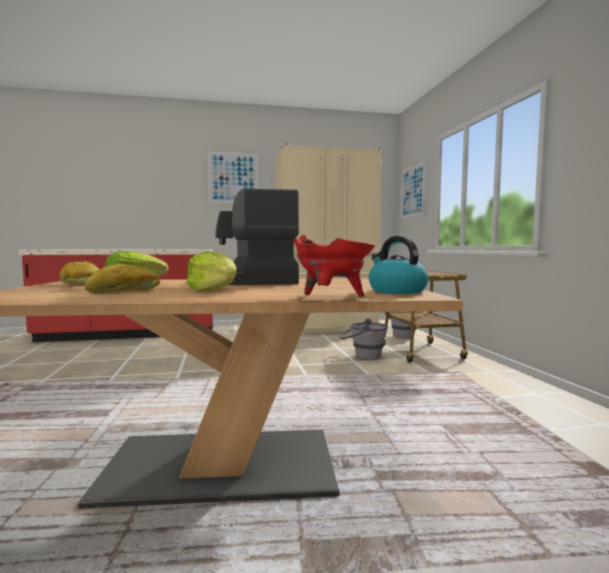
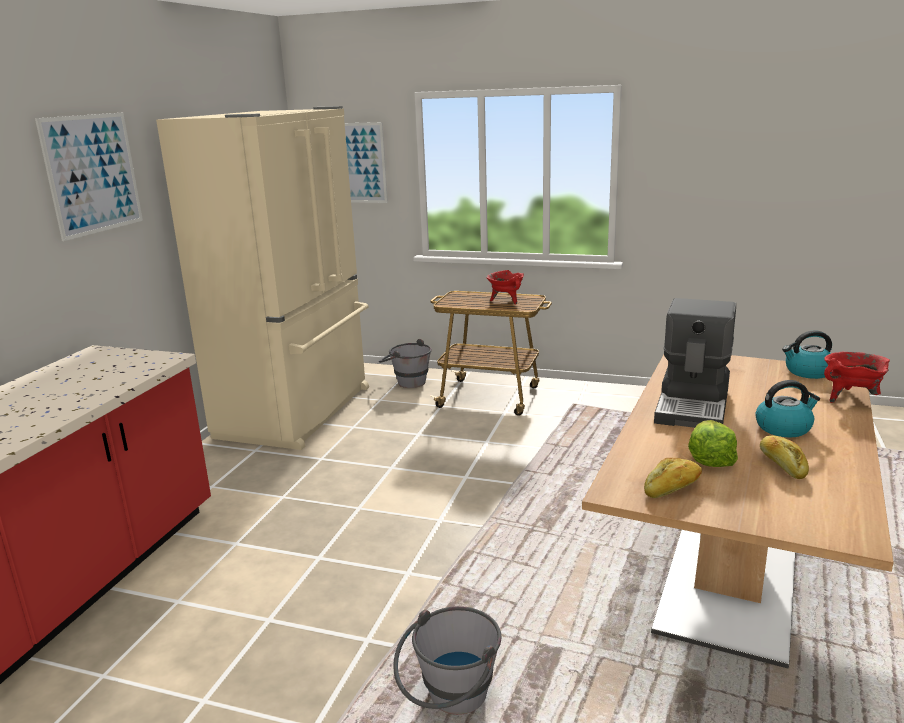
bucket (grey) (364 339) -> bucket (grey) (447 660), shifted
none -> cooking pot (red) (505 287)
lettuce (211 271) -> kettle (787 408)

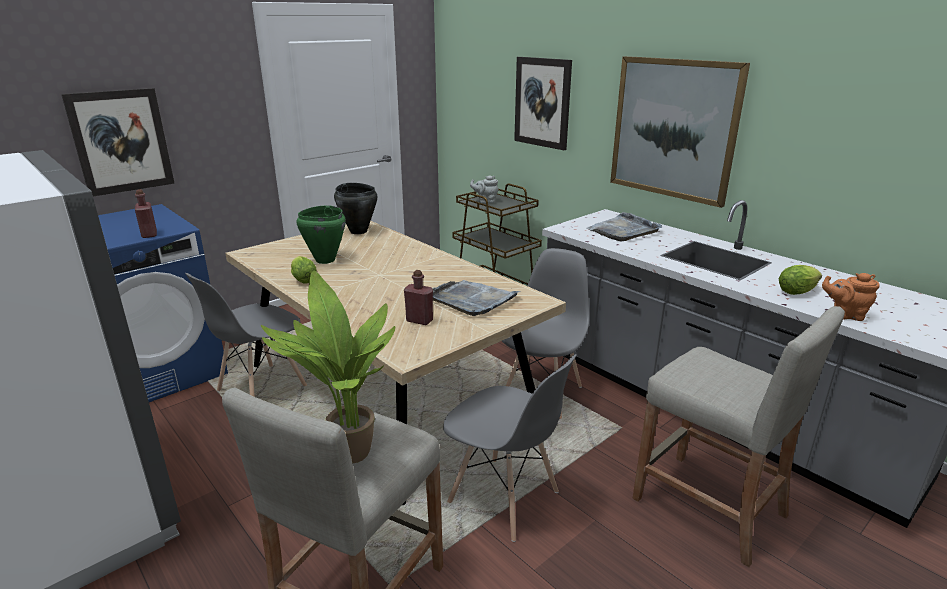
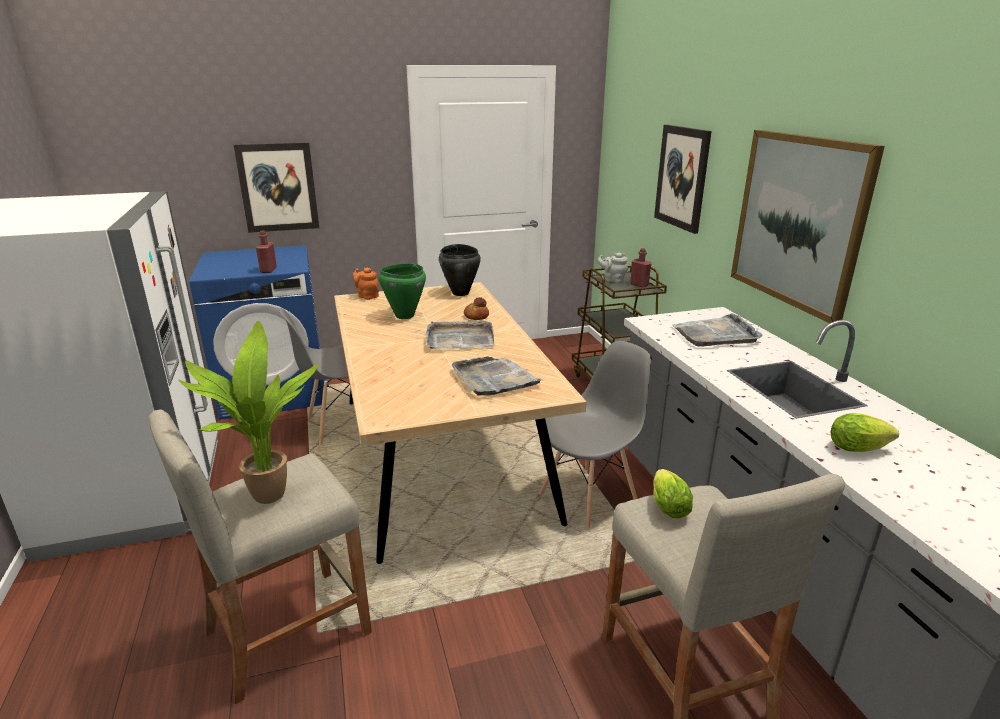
teapot (orange) (851 297) -> teapot (orange) (366 283), shifted
none -> tray (grey) (460 335)
none -> bread (476 308)
bottle (red) (418 297) -> bottle (red) (641 268), shifted
lettuce (304 269) -> lettuce (673 494), shifted
chair (grey) (510 448) -> none

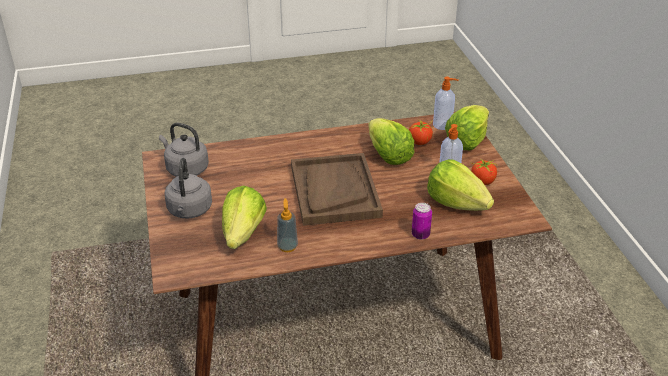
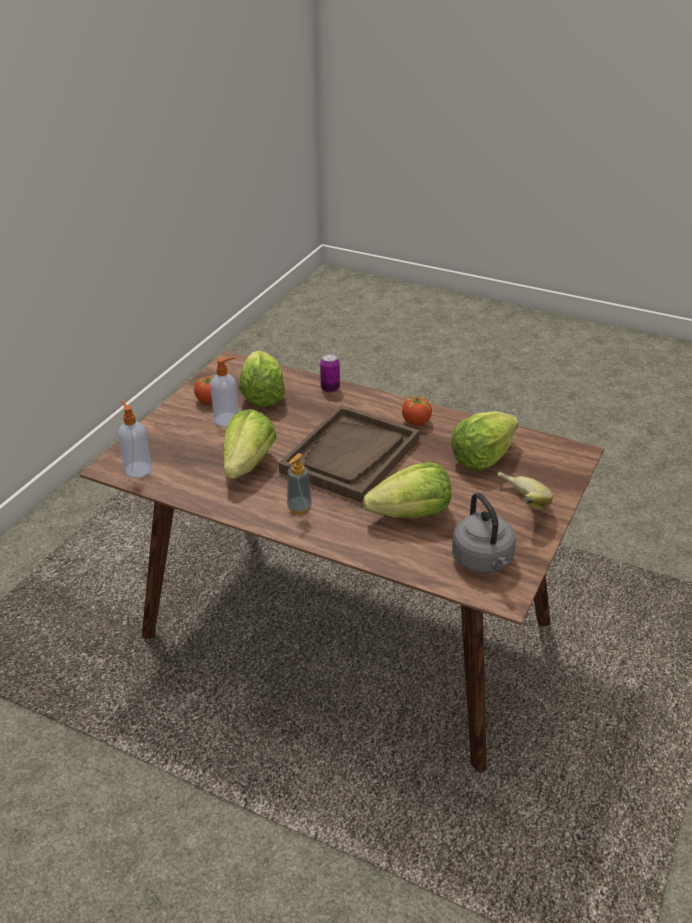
soap dispenser (287 225) -> soap dispenser (299 483), shifted
lettuce (467 127) -> lettuce (407 490), shifted
tomato (422 133) -> tomato (417 408), shifted
kettle (grey) (188 188) -> banana (525 490)

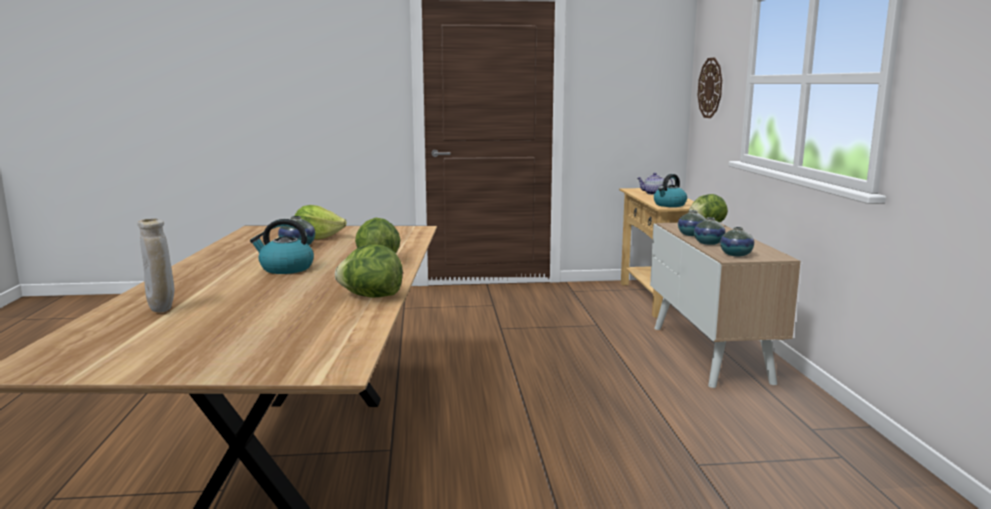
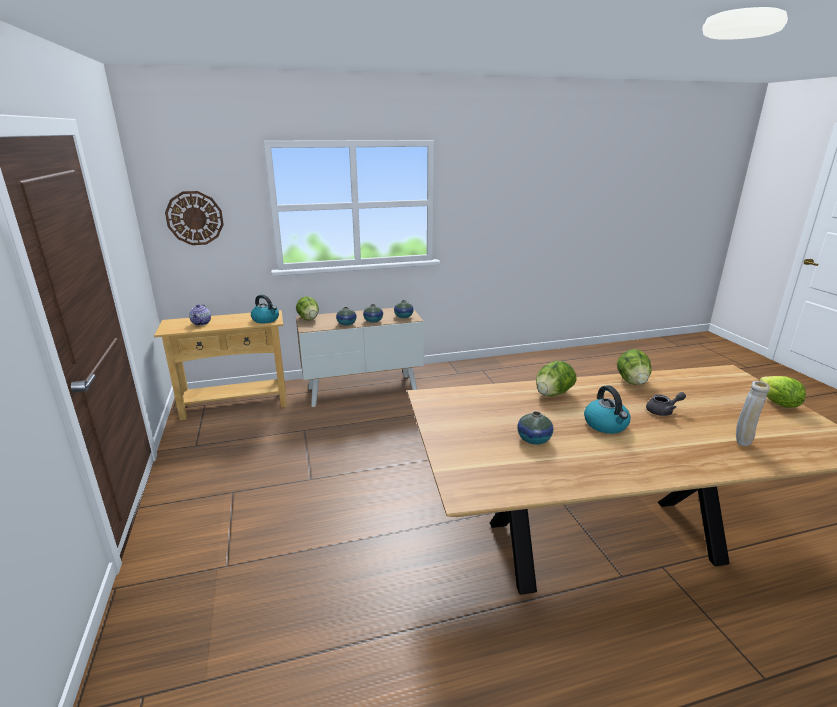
none -> teapot (grey) (666 404)
lettuce (321 222) -> lettuce (783 392), shifted

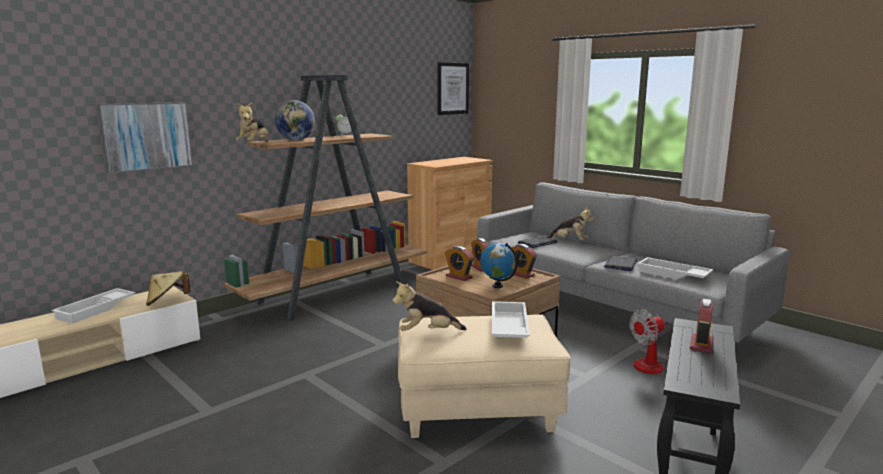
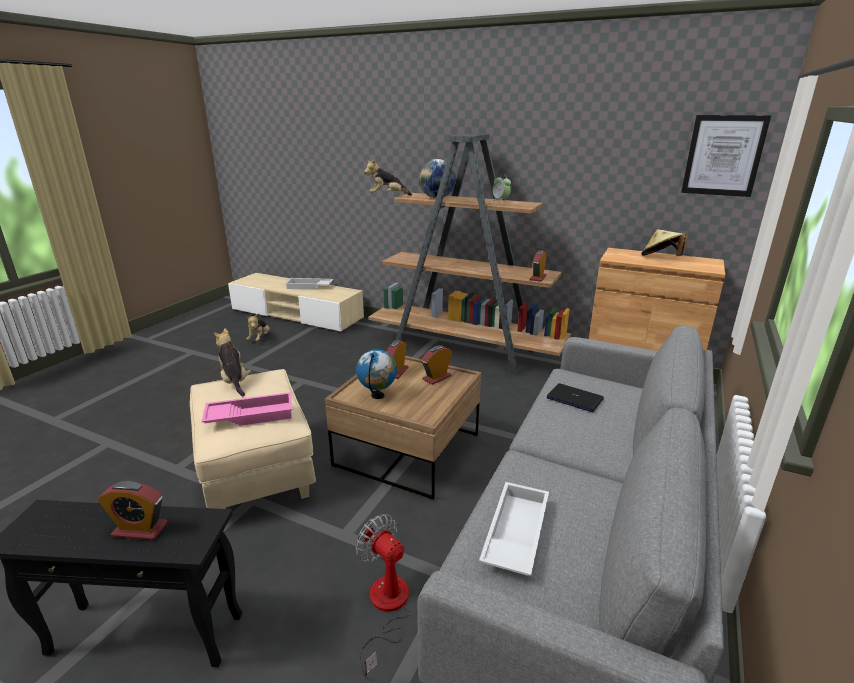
tray (white) (511 319) -> tray (pink) (247 409)
plush toy (571 223) -> plush toy (258 327), shifted
alarm clock (524 261) -> alarm clock (538 266), shifted
hat (beige) (168 288) -> hat (beige) (664 242), shifted
picture (145 138) -> none
laptop (621 263) -> none

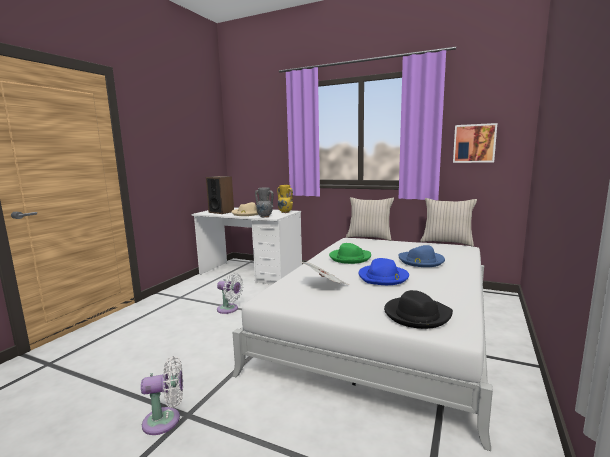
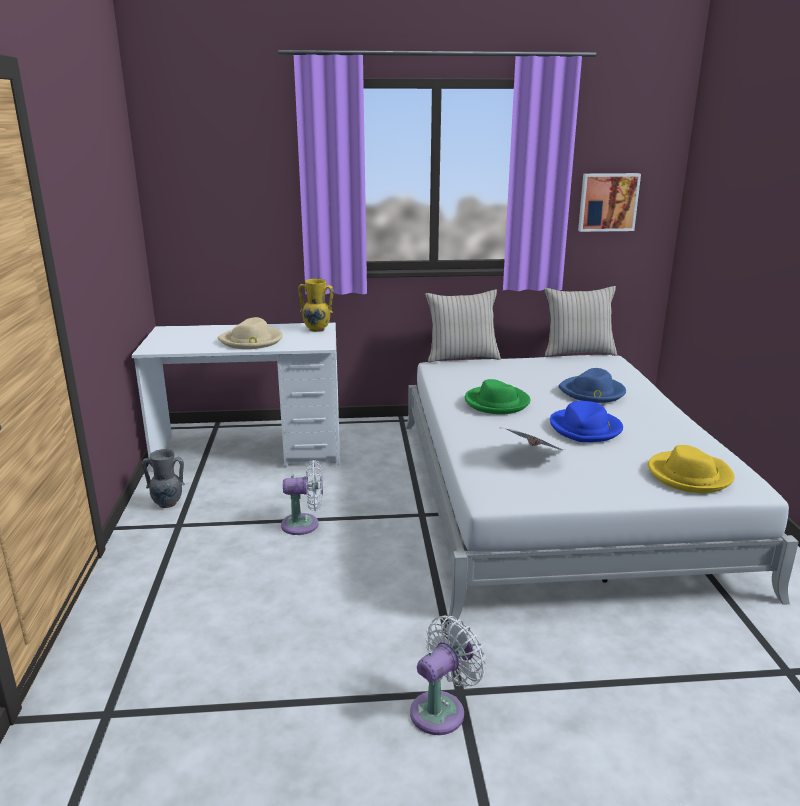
vase (grey) (264 202) -> vase (grey) (163 478), shifted
hat (black) (418 309) -> hat (yellow) (691 469)
speaker (220 195) -> none

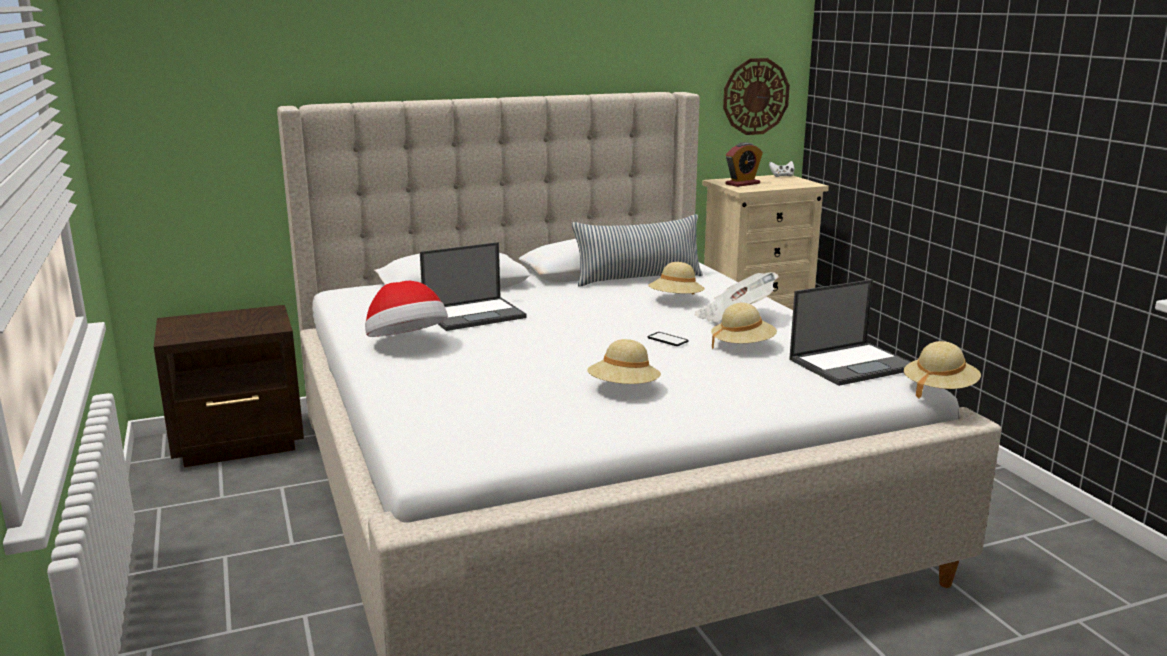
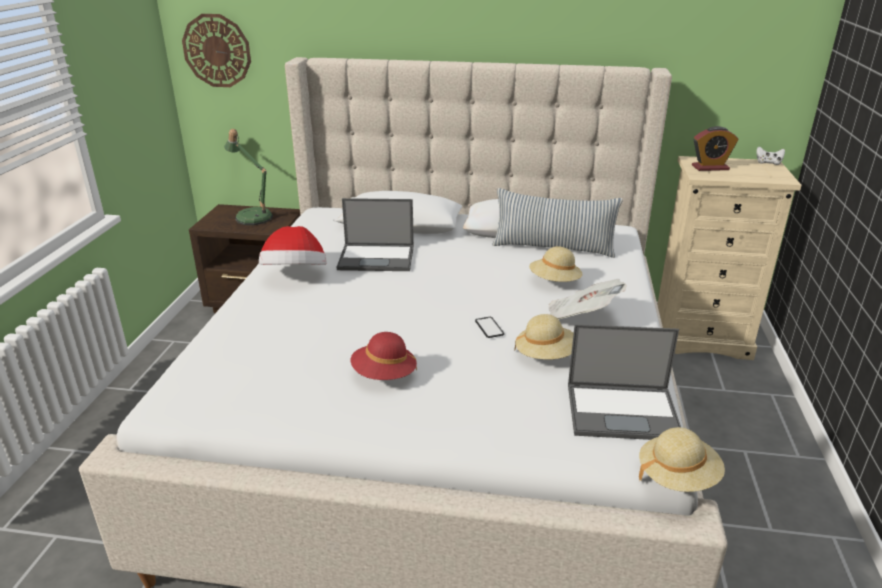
wall clock (756 96) -> wall clock (216 50), shifted
none -> table lamp (248 177)
hat (beige) (624 361) -> hat (red) (384 356)

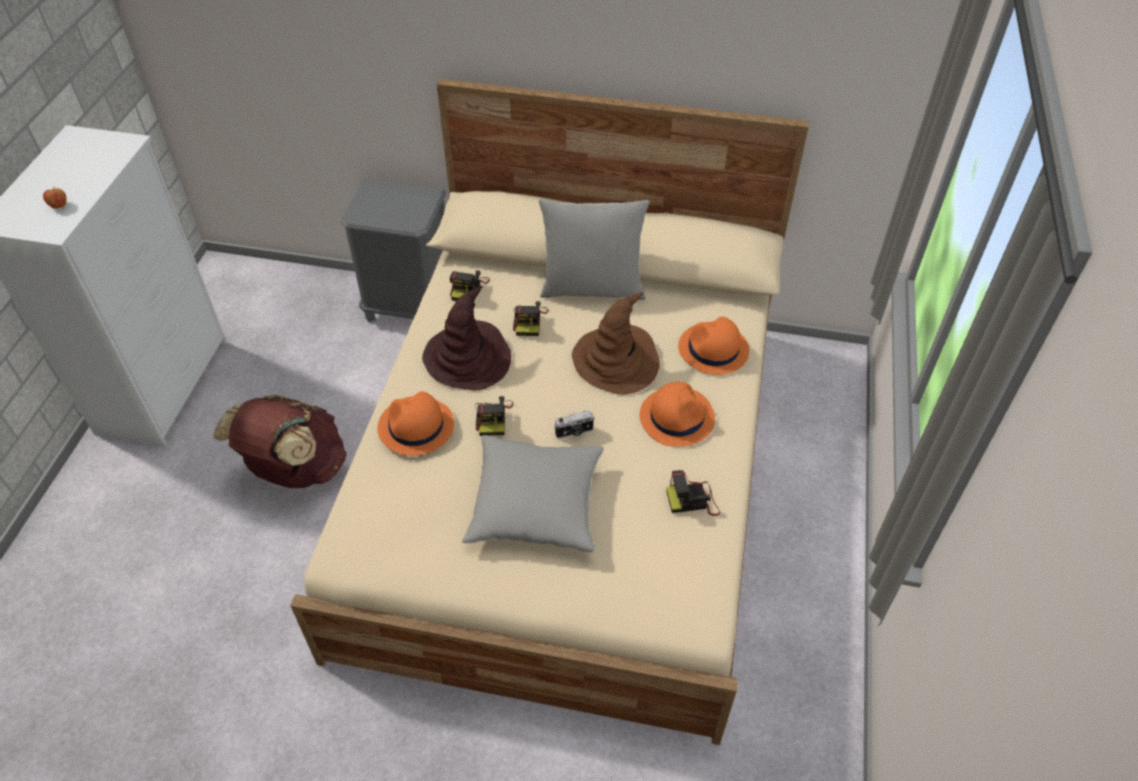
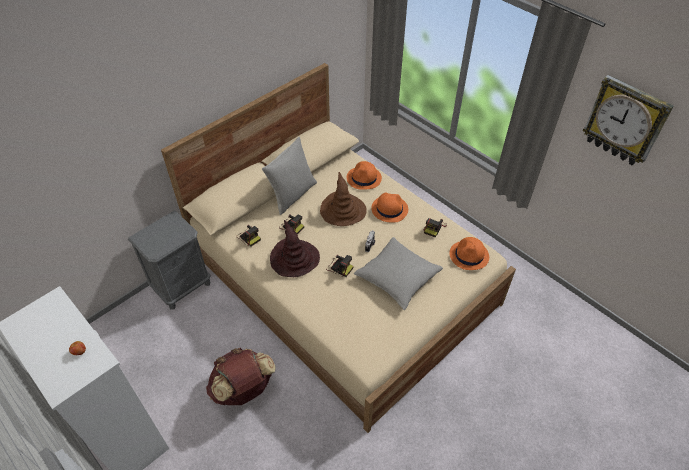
hat (orange) (415 423) -> hat (orange) (469 253), shifted
none -> wall clock (628 120)

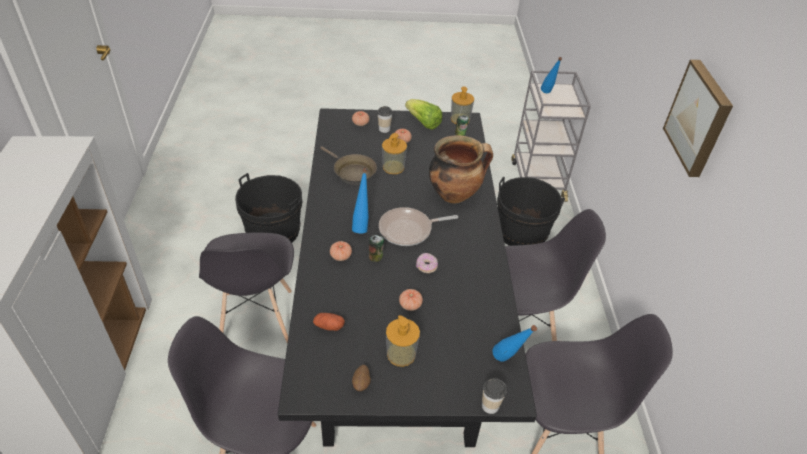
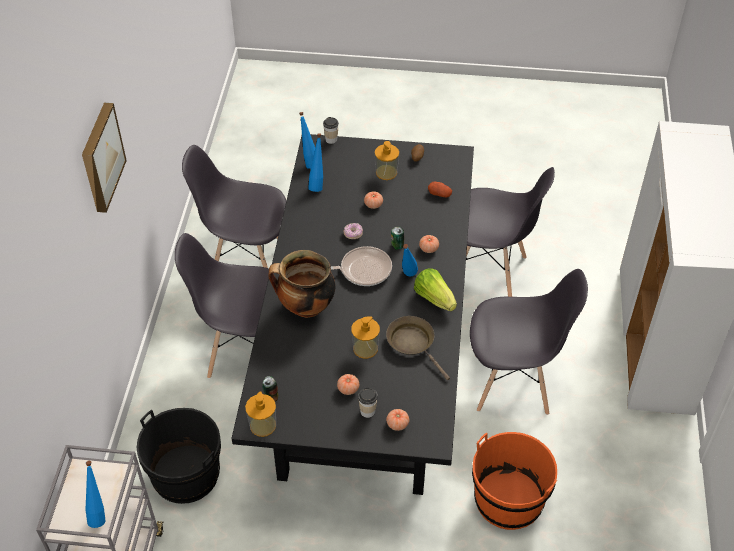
none -> bottle (blue) (315 162)
lettuce (423 114) -> lettuce (435 289), shifted
chair (grey) (246 288) -> chair (grey) (529 342), 90 degrees clockwise
bucket (black) (268 208) -> bucket (orange) (514 481)

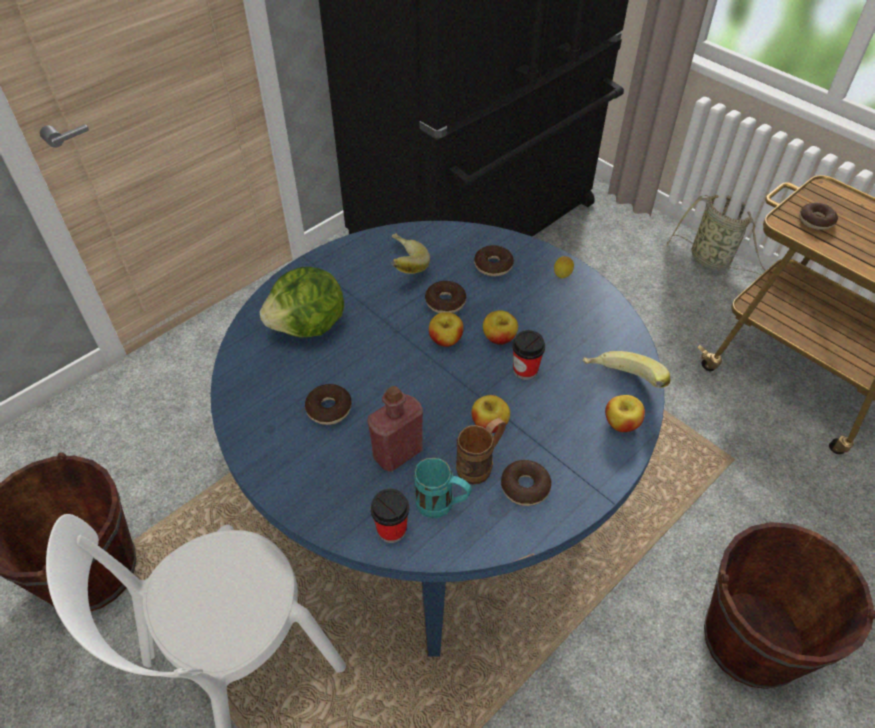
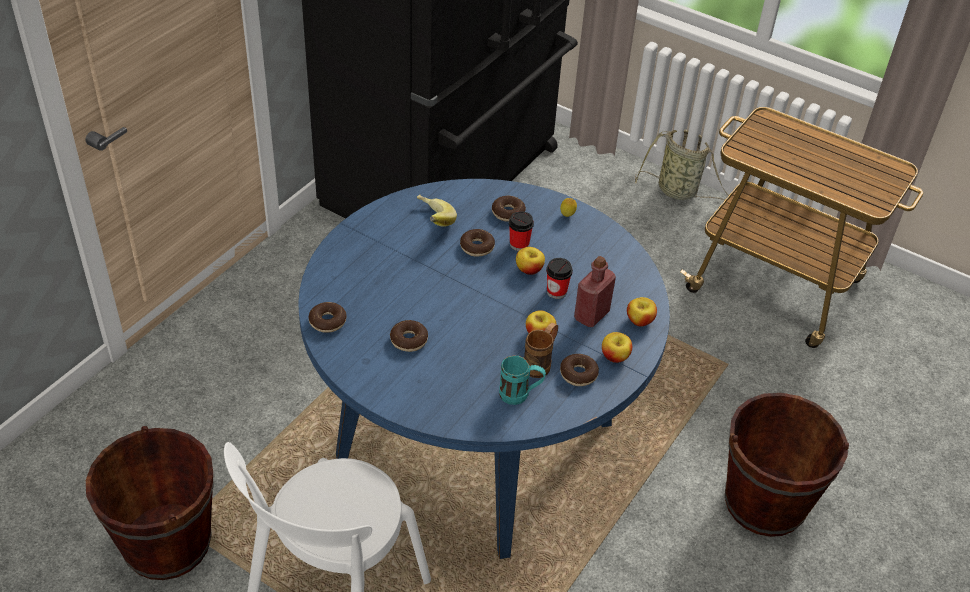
donut (818 216) -> donut (328 317), shifted
cup (389 516) -> cup (521 231), shifted
bottle (red) (395 429) -> bottle (red) (595 291), shifted
apple (446 329) -> apple (617 347), shifted
lettuce (302 302) -> none
banana (626 369) -> none

